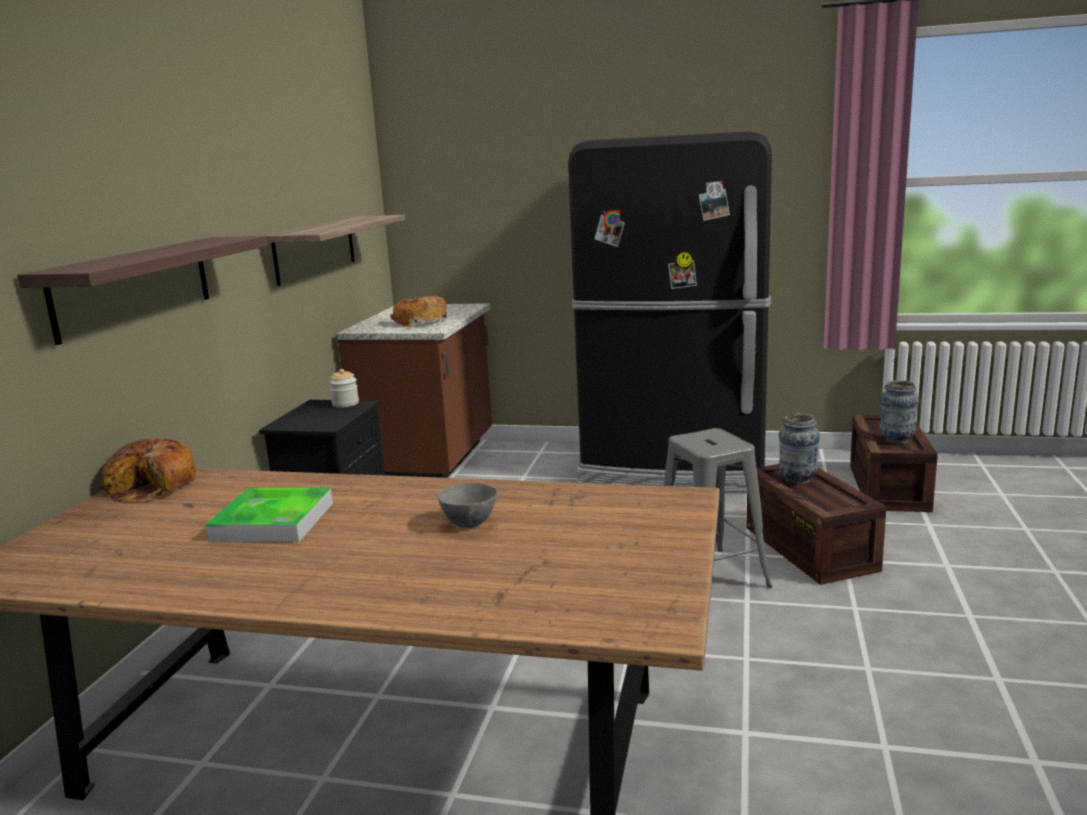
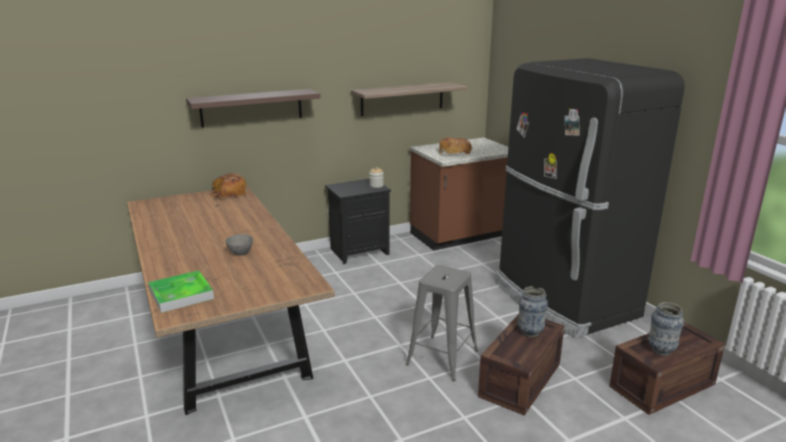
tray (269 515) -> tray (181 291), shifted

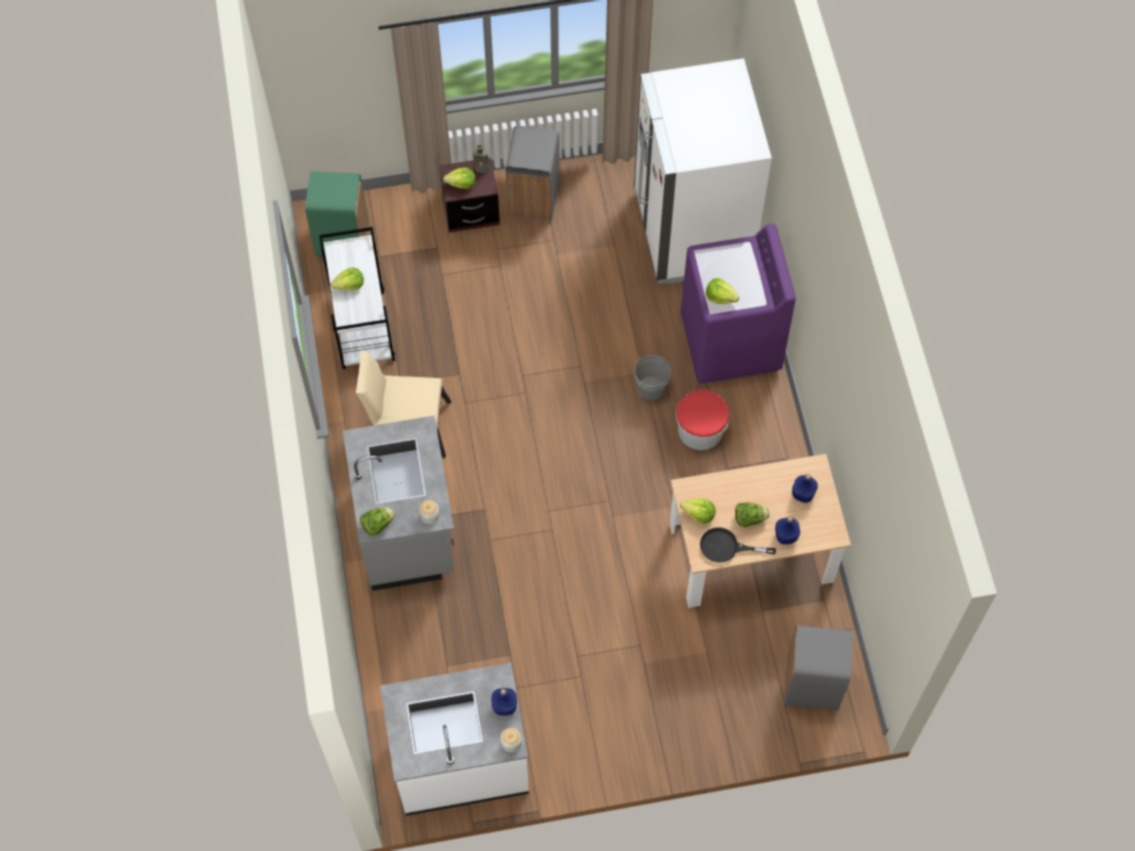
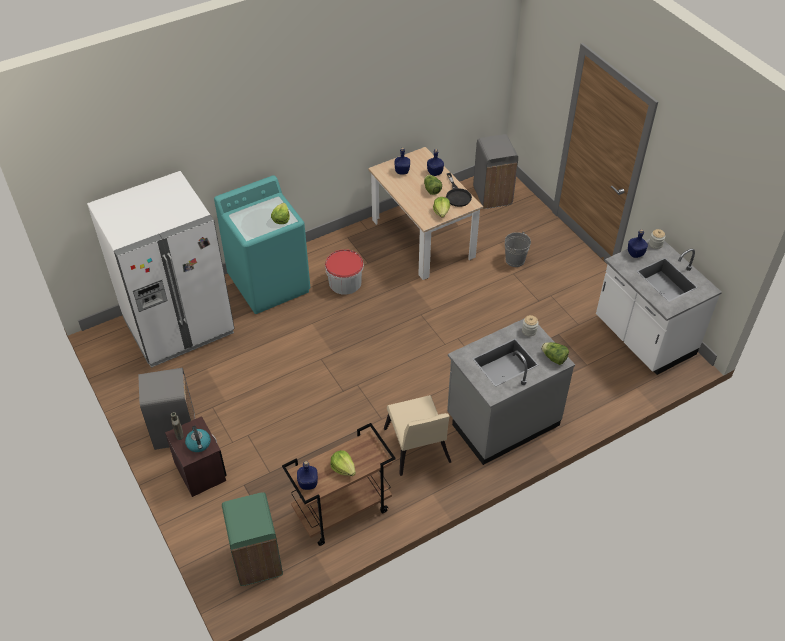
lettuce (459 178) -> kettle (198 439)
washing machine (purple) (738 303) -> washing machine (turquoise) (262 244)
cart (white) (357 298) -> cart (brown) (339 484)
none -> bottle (blue) (307 475)
bucket (grey) (652 377) -> bucket (grey) (518 249), shifted

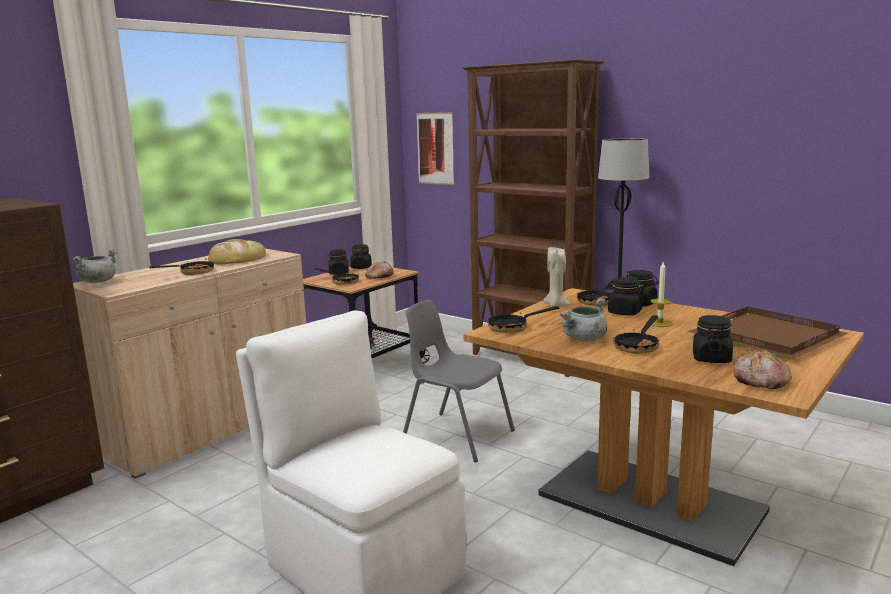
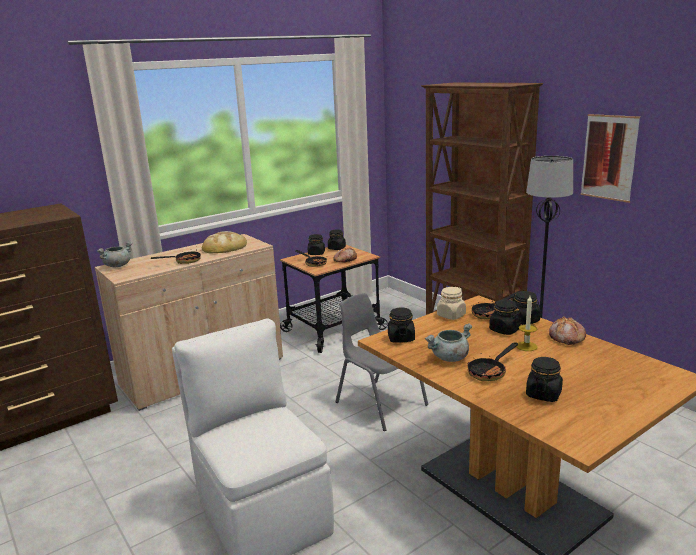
frying pan (524 319) -> jar (black) (401 325)
candle (beige) (556 277) -> jar (beige) (451 303)
bread (763 369) -> bread (567 330), shifted
picture (435 148) -> picture (610 158), shifted
tray (brown) (767 332) -> none

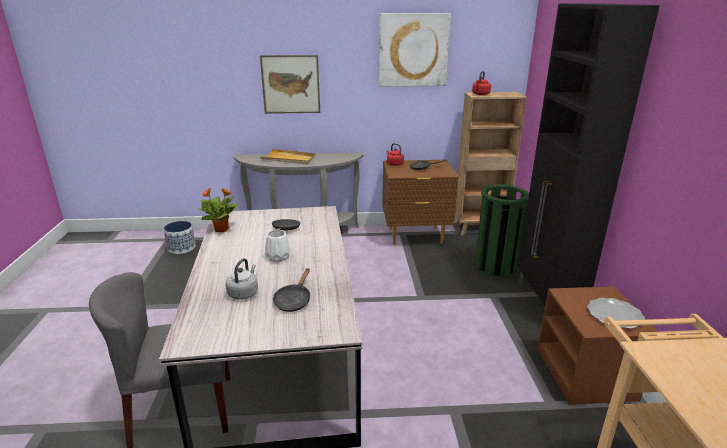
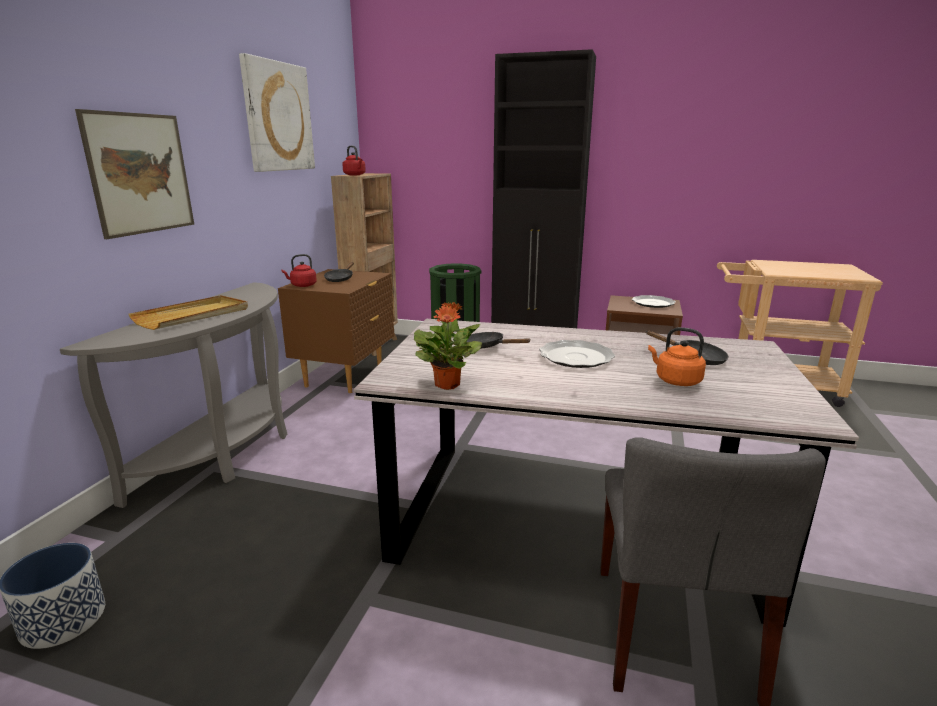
vase (white) (277 246) -> plate (577 354)
kettle (grey) (242 279) -> kettle (orange) (677 356)

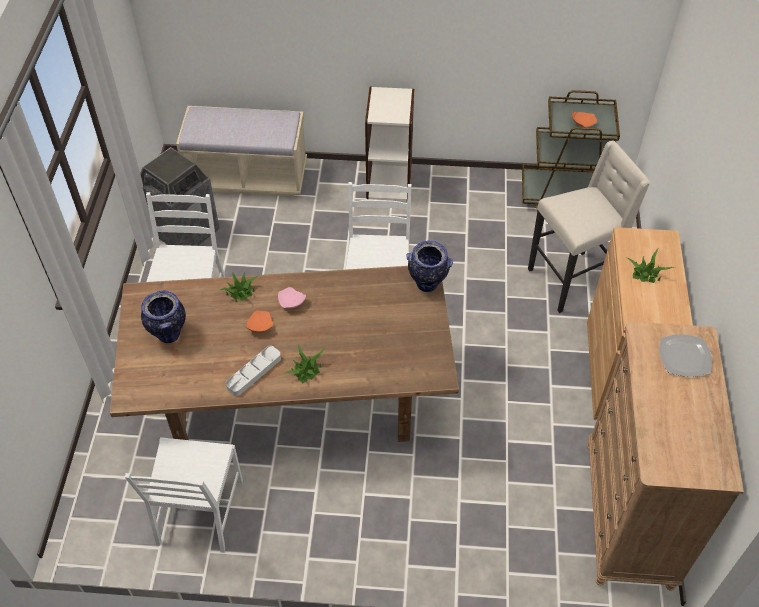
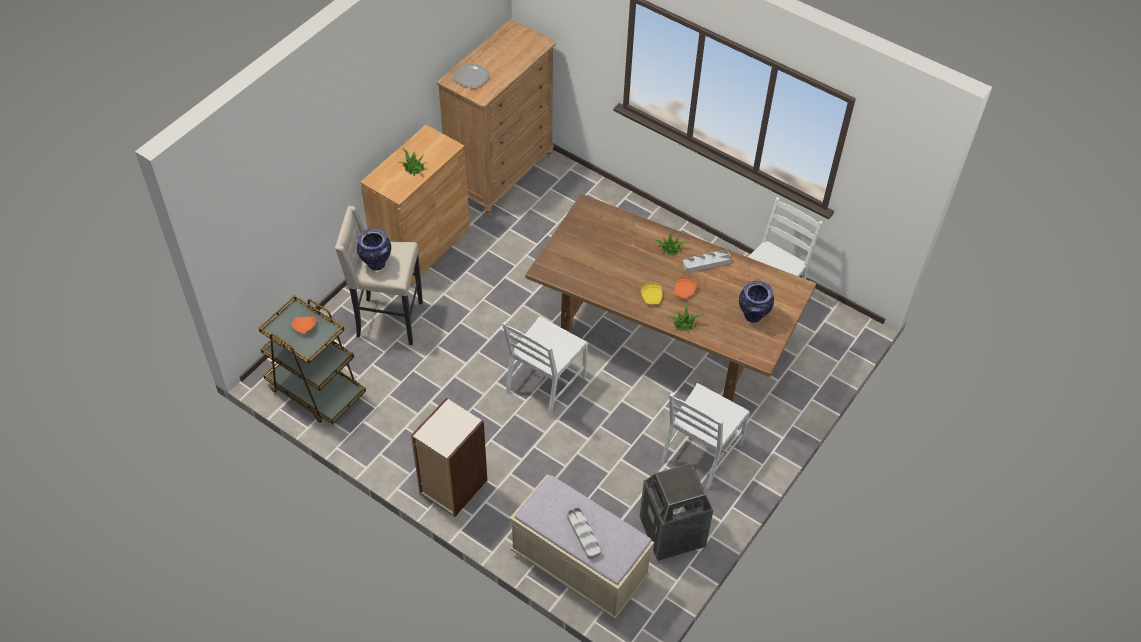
vase (429 266) -> vase (374 249), shifted
none -> tray (grey) (584 533)
plate (pink) (292 298) -> plate (yellow) (652 294)

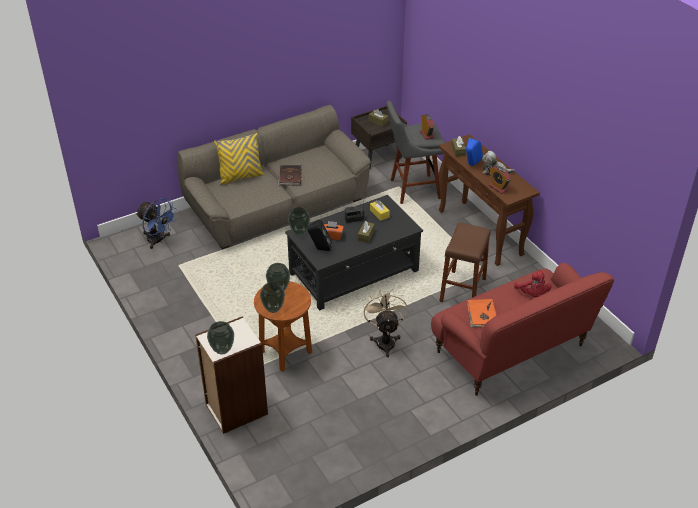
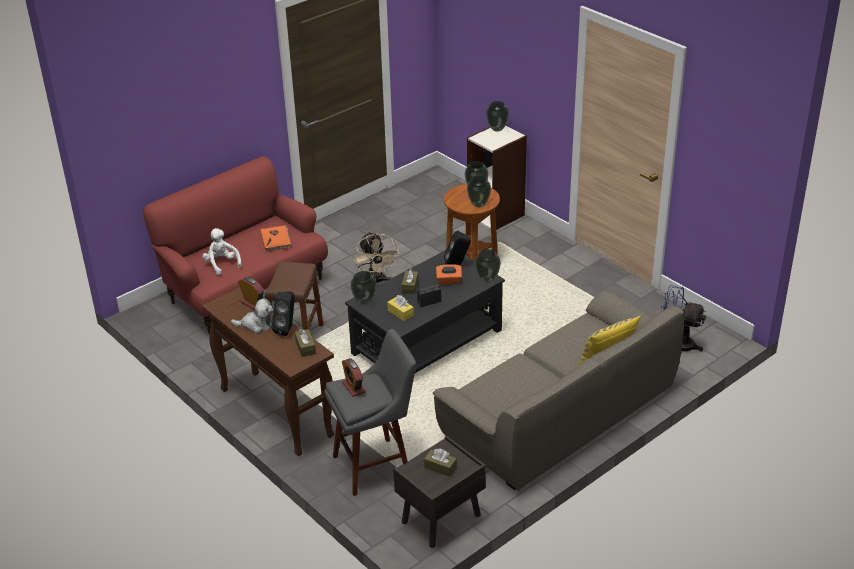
plush toy (red) (533 284) -> plush toy (white) (221 251)
speaker (blue) (474 152) -> speaker (black) (283 313)
none -> vase (363 288)
book (brown) (290 175) -> none

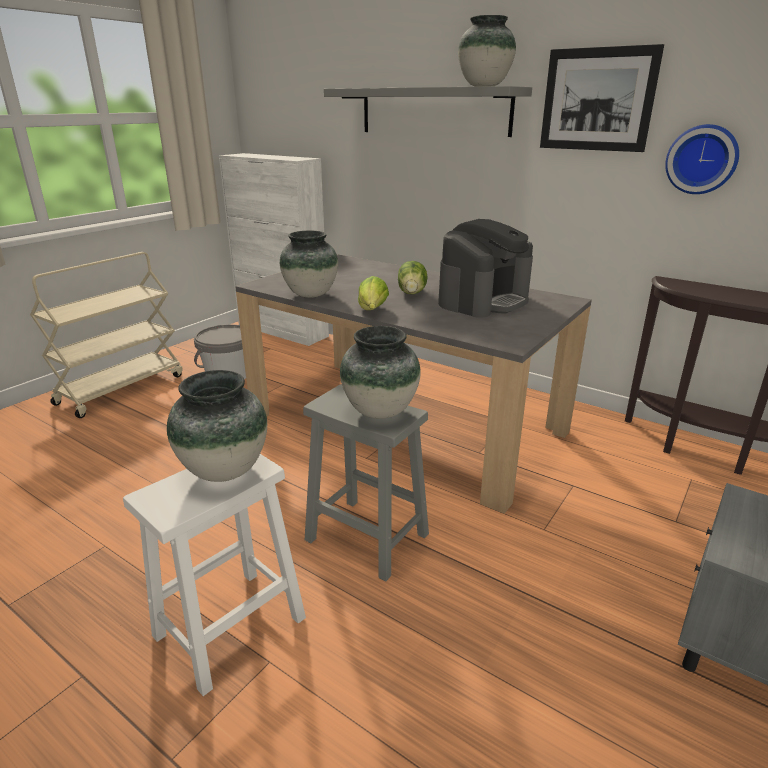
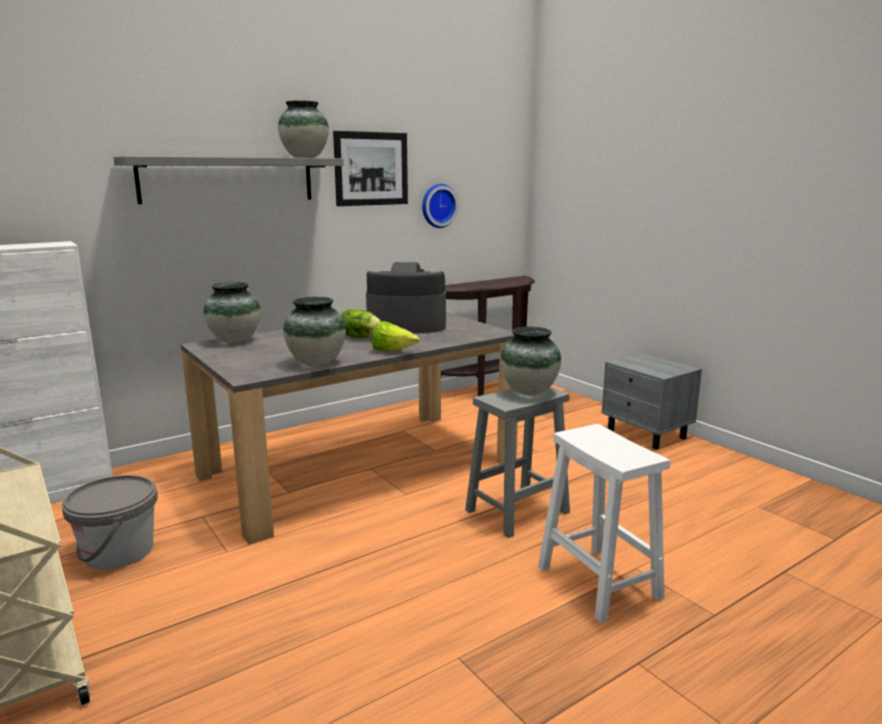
vase (217 426) -> vase (232 312), shifted
coffee machine (485 268) -> coffee machine (406 298), 60 degrees counterclockwise

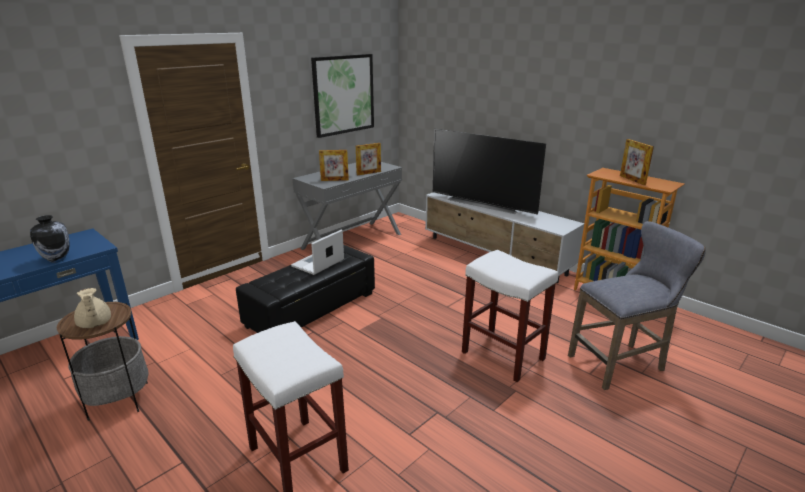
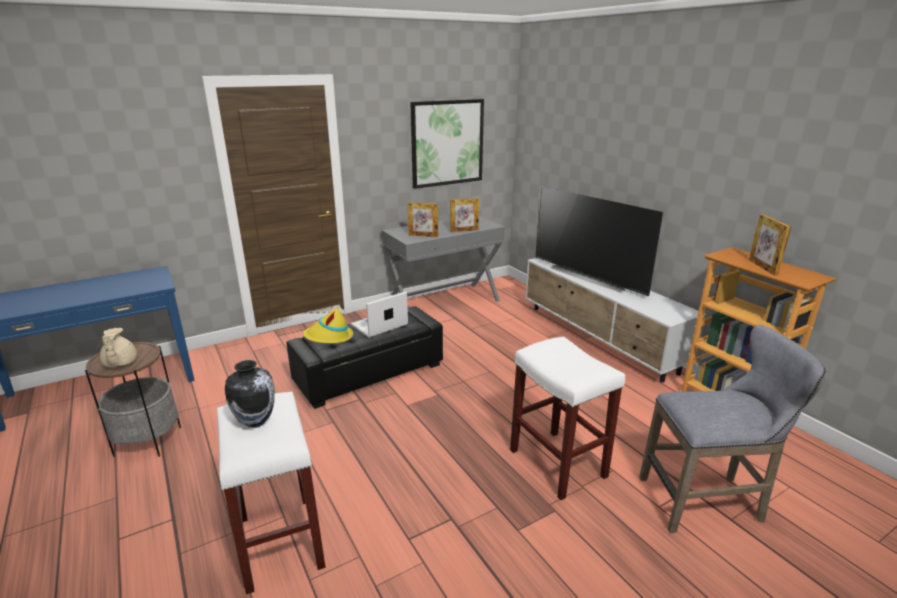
vase (50 239) -> vase (250 394), shifted
none -> hat (yellow) (328 326)

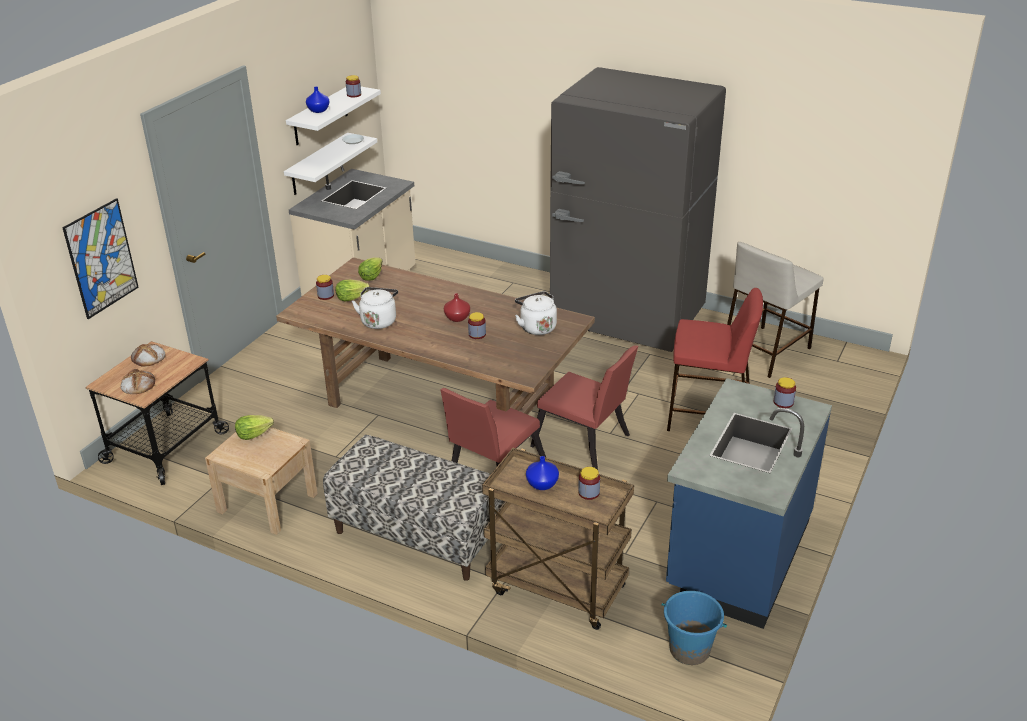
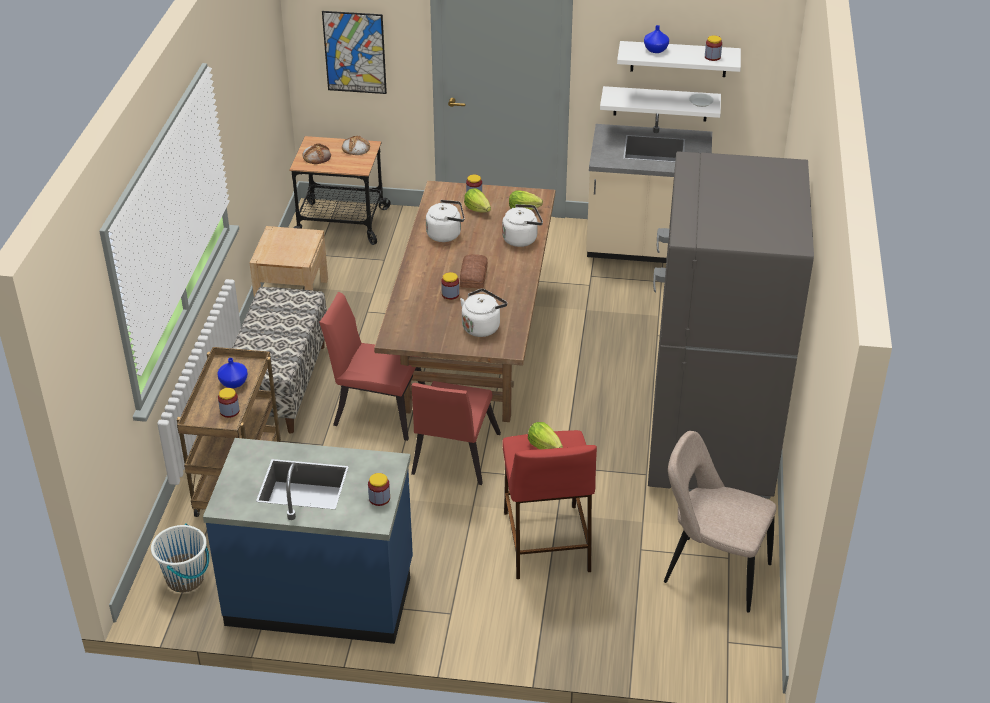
bucket (blue) (694 628) -> bucket (white) (180 557)
vase (red) (457 307) -> bread (474 271)
none -> kettle (white) (522 225)
lettuce (254 427) -> lettuce (545 435), shifted
stool (beige) (775 310) -> chair (beige) (720 522)

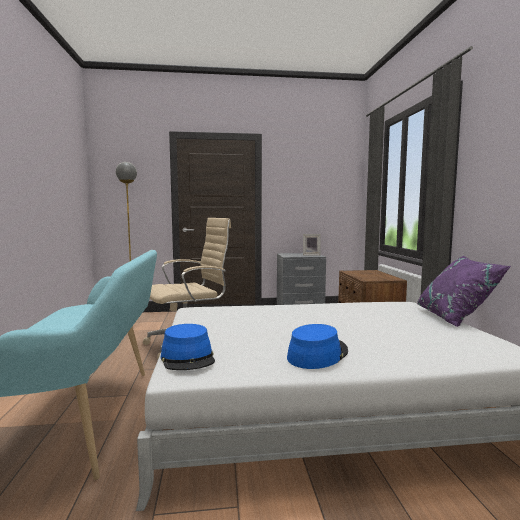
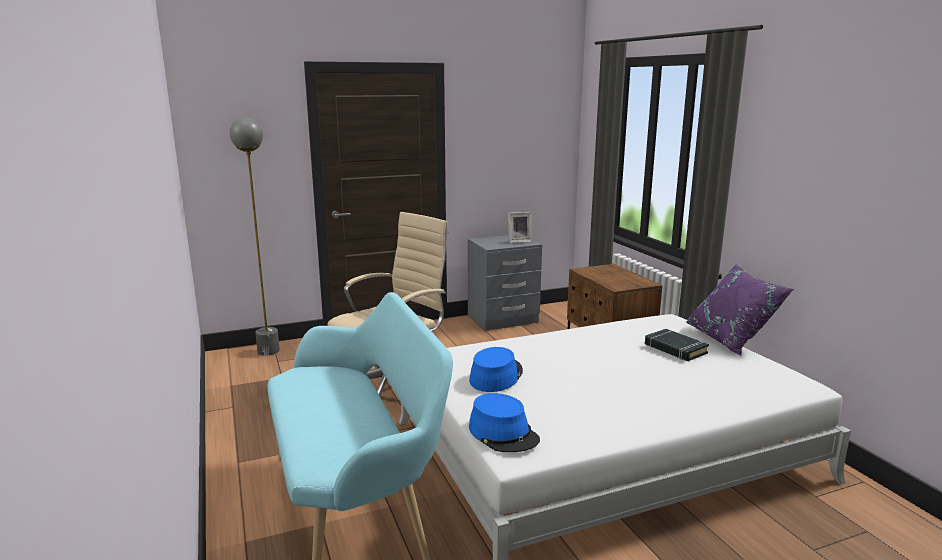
hat (blue) (317 346) -> hat (blue) (496 369), shifted
none -> book (black) (677 345)

